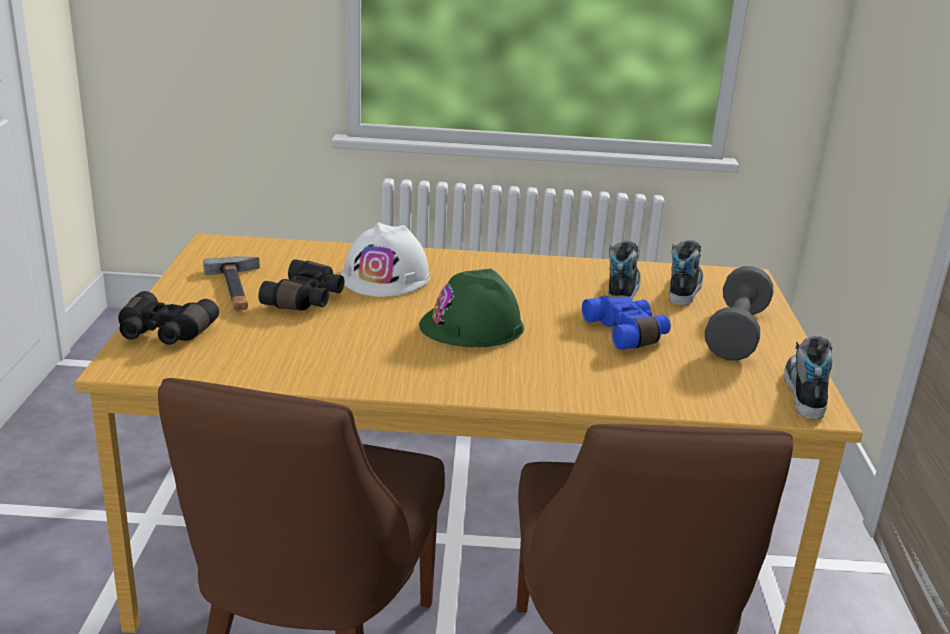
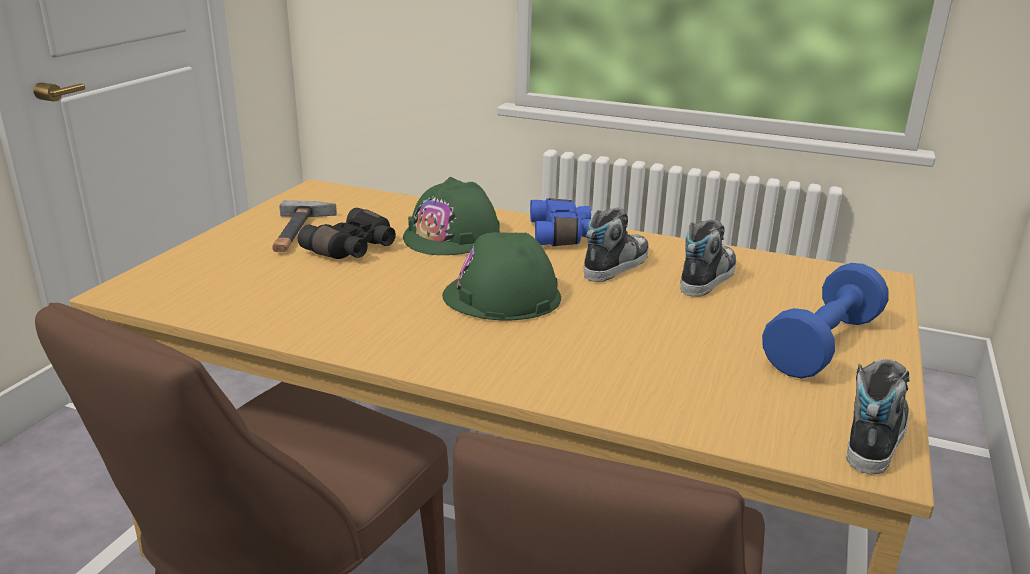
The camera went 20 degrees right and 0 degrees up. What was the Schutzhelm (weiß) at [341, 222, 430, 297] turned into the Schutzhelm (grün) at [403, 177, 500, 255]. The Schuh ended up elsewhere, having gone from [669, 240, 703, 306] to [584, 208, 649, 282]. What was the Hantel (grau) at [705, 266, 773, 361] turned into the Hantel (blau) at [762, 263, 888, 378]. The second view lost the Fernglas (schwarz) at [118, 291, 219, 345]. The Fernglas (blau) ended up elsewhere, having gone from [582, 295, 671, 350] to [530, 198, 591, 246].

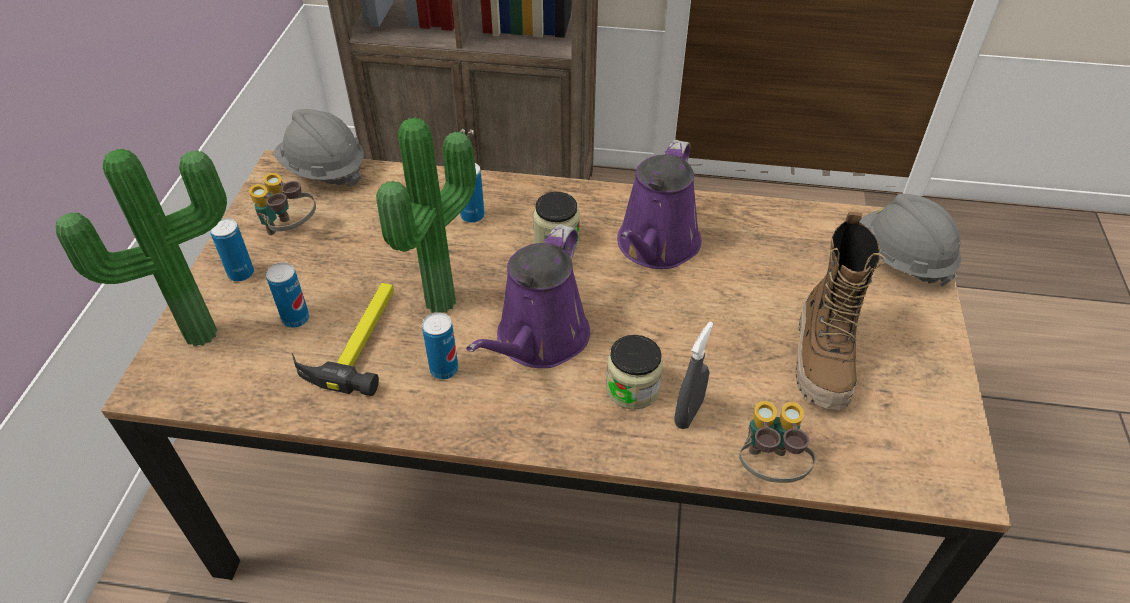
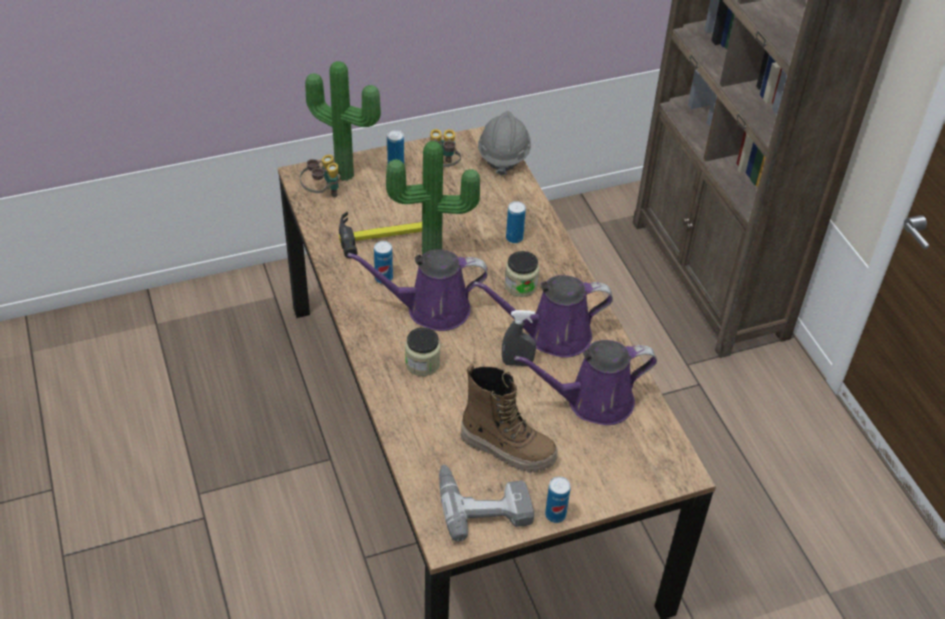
The camera went 60 degrees right and 0 degrees up. The second view lost the Schutzhelm (grau) at [860, 194, 961, 287]. The Stiefel at [796, 212, 884, 410] ended up facing another way, 135 degrees counterclockwise from before. The Dose ended up elsewhere, having gone from [266, 263, 309, 328] to [545, 476, 571, 523]. The Sprühflasche (grau) ended up elsewhere, having gone from [674, 322, 713, 429] to [502, 310, 536, 366]. The Fernglas ended up elsewhere, having gone from [739, 401, 816, 483] to [300, 155, 341, 197]. The second view gained the Gießkanne (lila) at [514, 340, 657, 425]. The second view gained the Bohrmaschine at [439, 464, 534, 542].

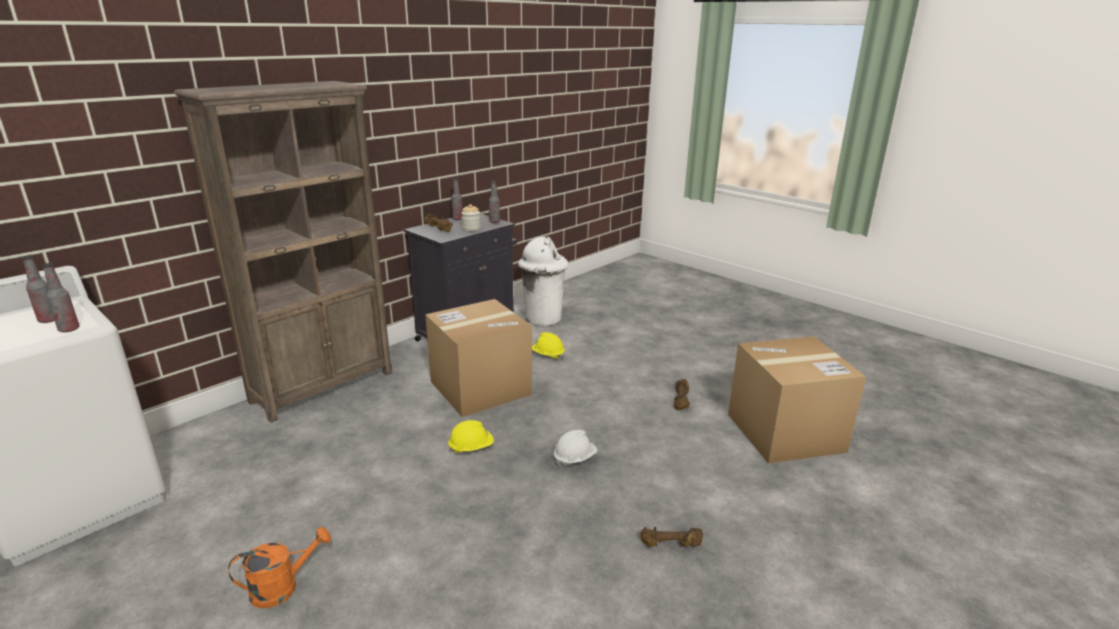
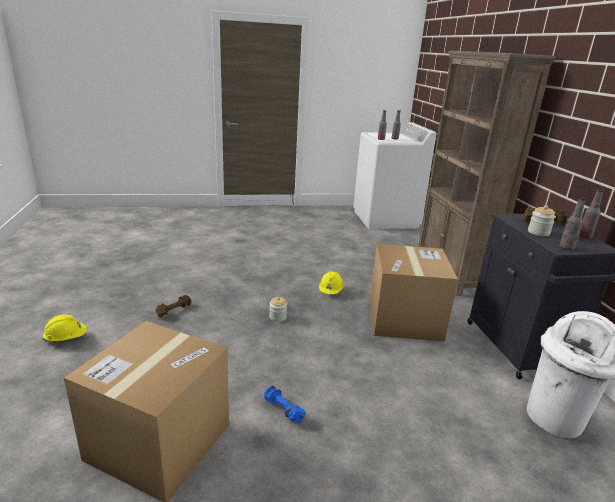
The camera went 125 degrees right and 0 degrees up. The Schutzhelm (gelb) ended up elsewhere, having gone from [532, 332, 565, 359] to [43, 314, 87, 342]. What was the Hantel (braun) at [674, 379, 690, 410] turned into the Hantel (blau) at [264, 386, 306, 423]. Where the Schutzhelm (weiß) stood at [553, 430, 598, 467], the Vorratsglas came to stand at [269, 297, 287, 322]. The second view lost the Gießkanne (orange) at [228, 527, 331, 608].

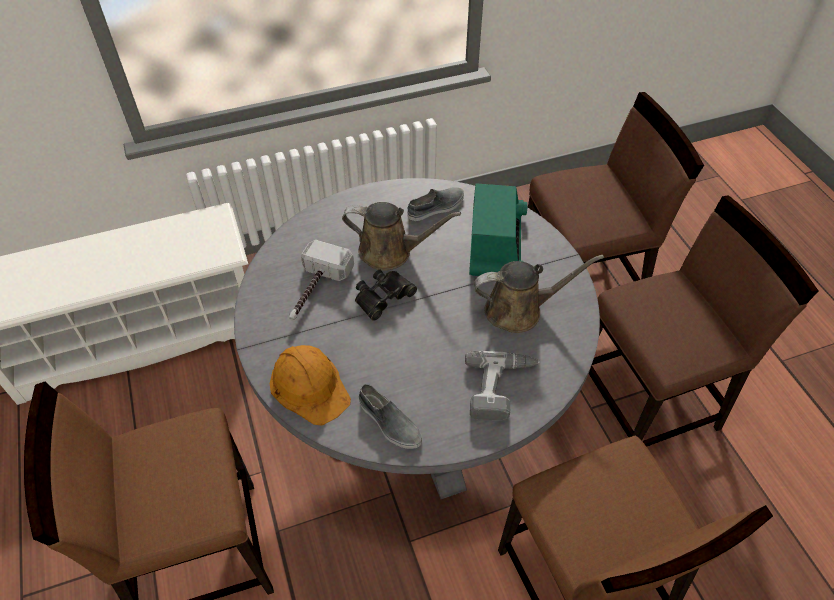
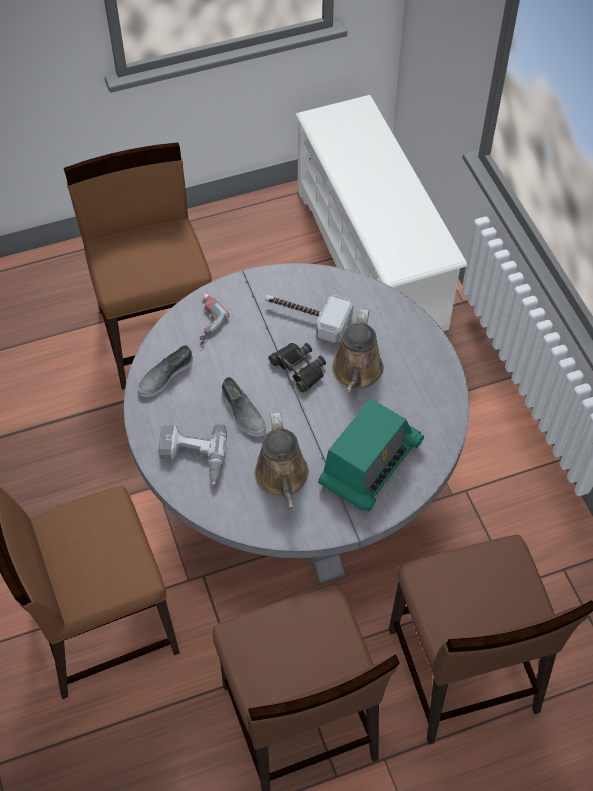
The camera went 90 degrees right and 5 degrees up. The Radio at [469, 183, 528, 276] ended up facing another way, 60 degrees counterclockwise from before. The Schuh (grau) ended up elsewhere, having gone from [407, 187, 464, 221] to [222, 377, 266, 437]. Where the Schutzhelm (orange) stood at [270, 345, 351, 426], the Bohrmaschine came to stand at [200, 293, 230, 345].

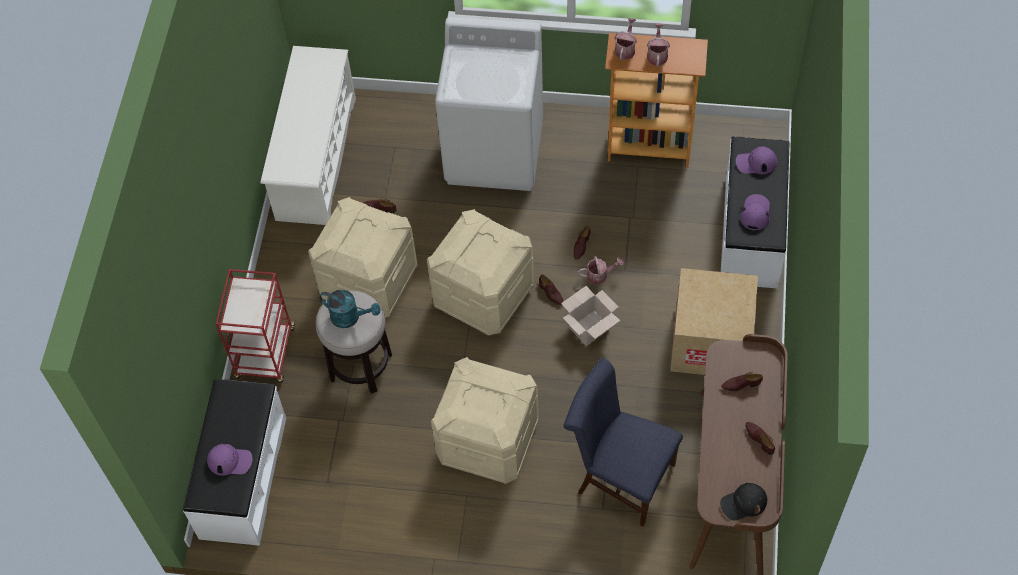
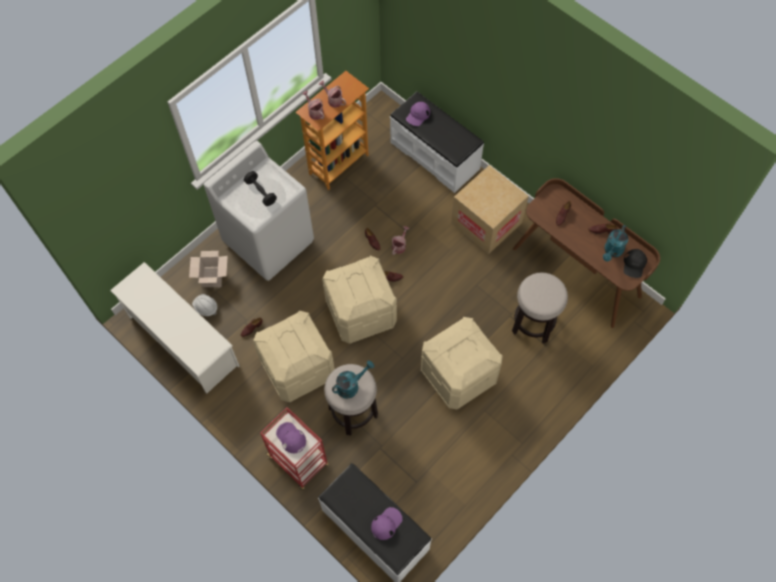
The camera went 55 degrees left and 5 degrees up. The Kappe (lila) ended up elsewhere, having gone from [740, 194, 770, 231] to [276, 422, 306, 453]. The Karton ended up elsewhere, having gone from [561, 286, 620, 346] to [189, 251, 228, 287]. Where the Stuhl (blau) stood at [564, 357, 683, 527], the Hocker came to stand at [512, 273, 568, 344]. The second view gained the Hantel (schwarz) at [244, 171, 277, 206]. The second view gained the Gießkanne (türkis) at [603, 225, 628, 261]. The second view gained the Schutzhelm (weiß) at [192, 294, 217, 316].

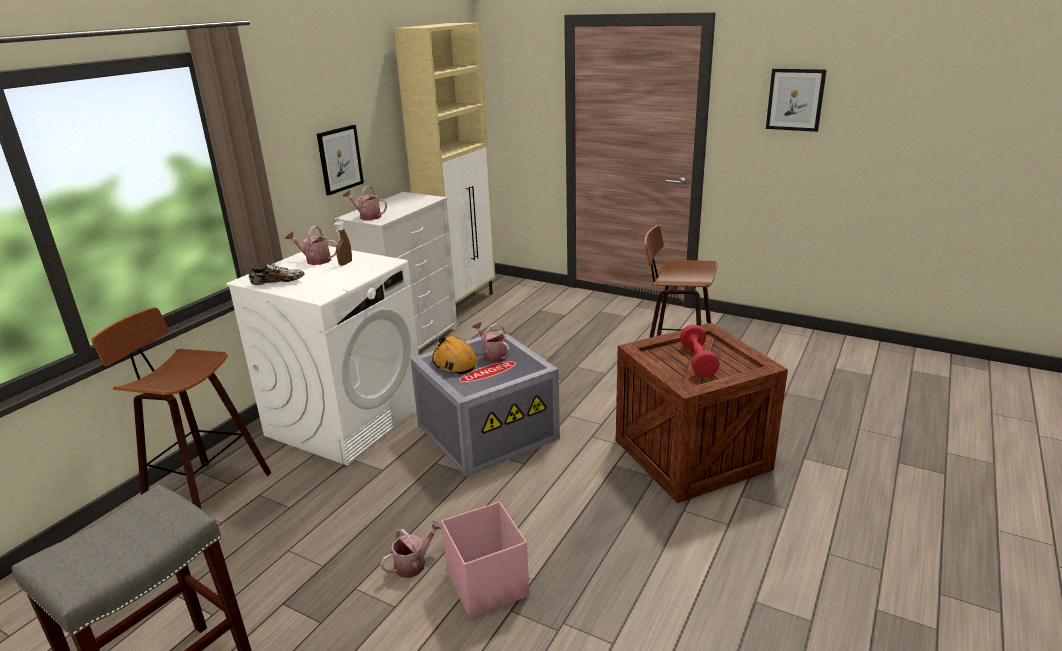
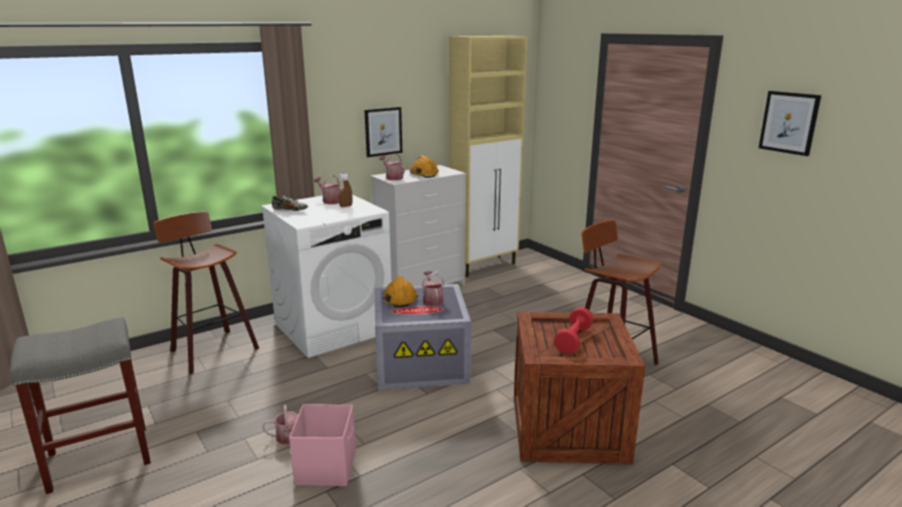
The camera went 25 degrees right and 5 degrees down. The second view gained the Schutzhelm (orange) at [410, 156, 439, 178].

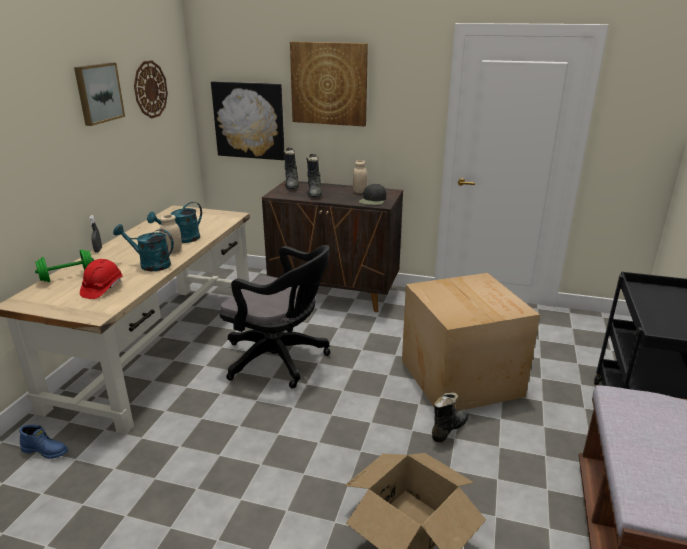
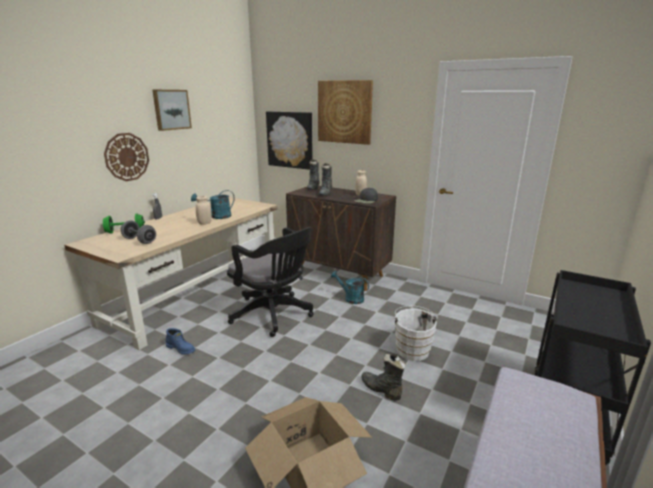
The camera went 15 degrees right and 5 degrees down. The Wanduhr ended up elsewhere, having gone from [134, 60, 168, 118] to [104, 133, 149, 181]. The Gießkanne (türkis) ended up elsewhere, having gone from [113, 224, 174, 271] to [331, 271, 369, 304]. Where the Schutzhelm (rot) stood at [80, 259, 122, 299], the Hantel (grau) came to stand at [121, 220, 156, 244]. Where the Karton stood at [402, 273, 540, 411], the Eimer (weiß) came to stand at [393, 305, 438, 361]. The Stiefel (schwarz) at [432, 392, 469, 442] ended up facing another way, 105 degrees counterclockwise from before. The Stiefel (blau) ended up elsewhere, having gone from [19, 425, 68, 459] to [166, 328, 195, 354].

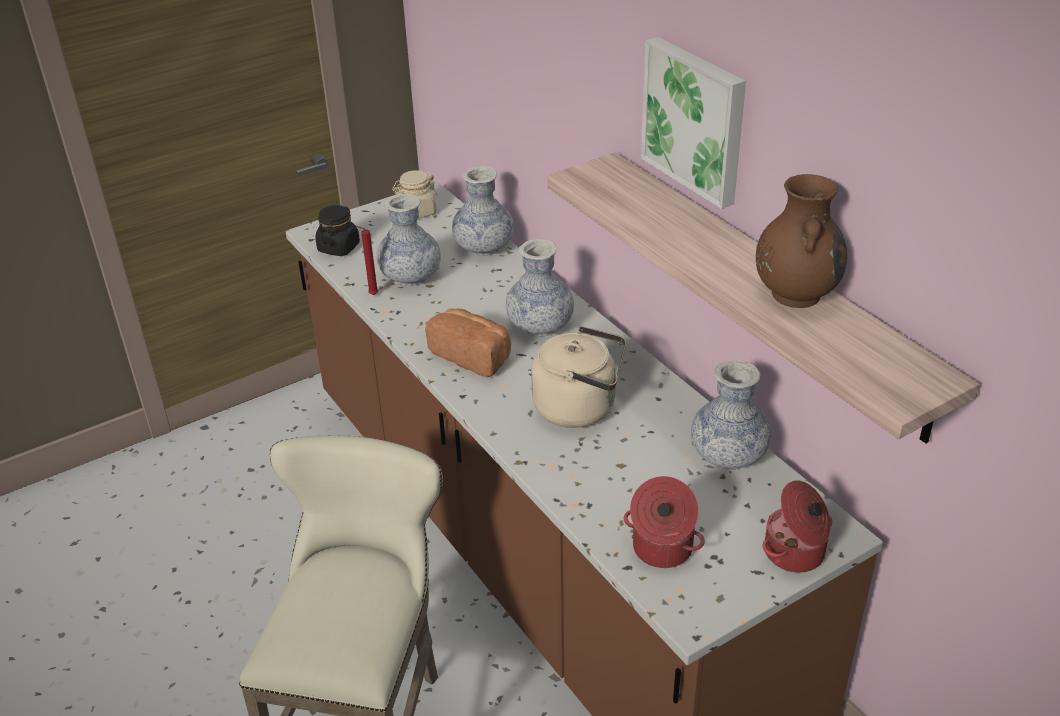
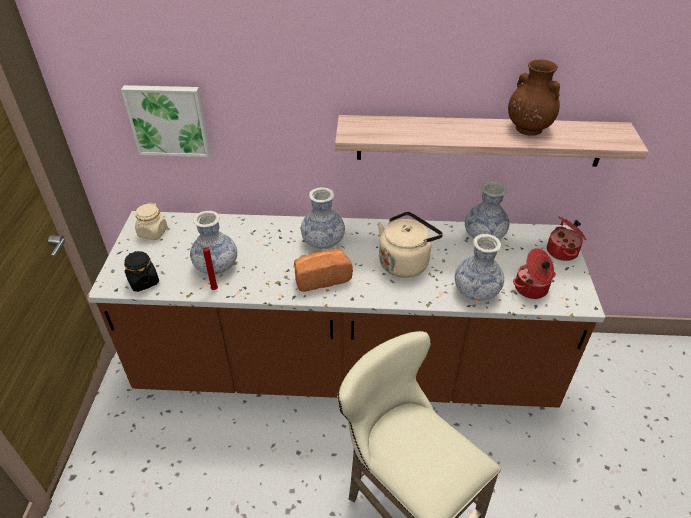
The camera went 55 degrees left and 5 degrees up. The Bild ended up elsewhere, having gone from [641, 37, 746, 209] to [121, 85, 210, 157]. The Vase ended up elsewhere, having gone from [452, 166, 514, 256] to [455, 234, 504, 300].

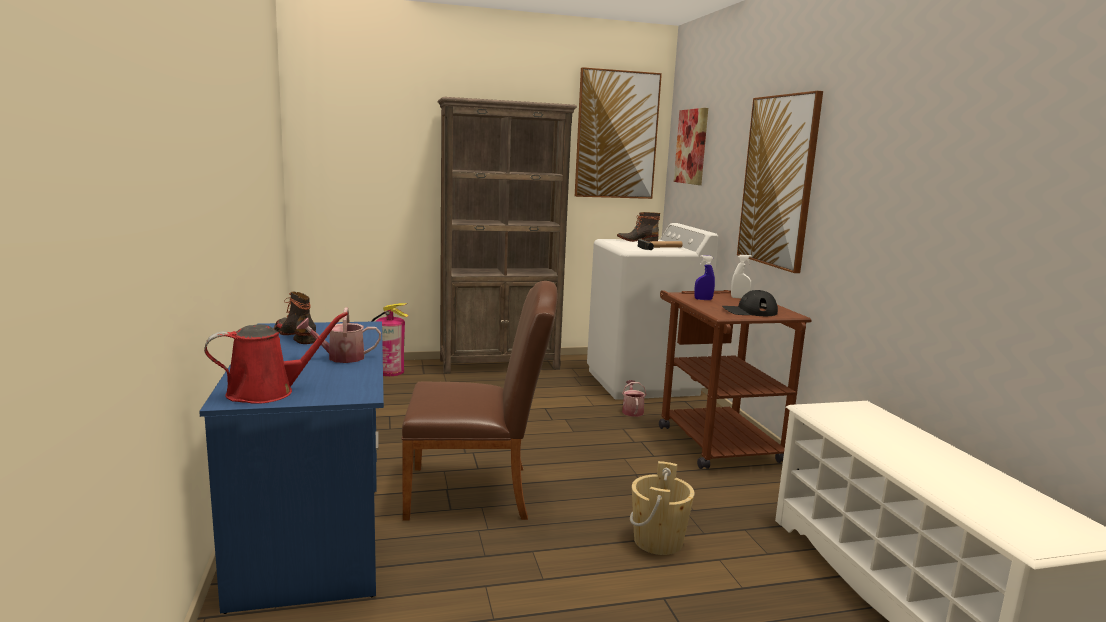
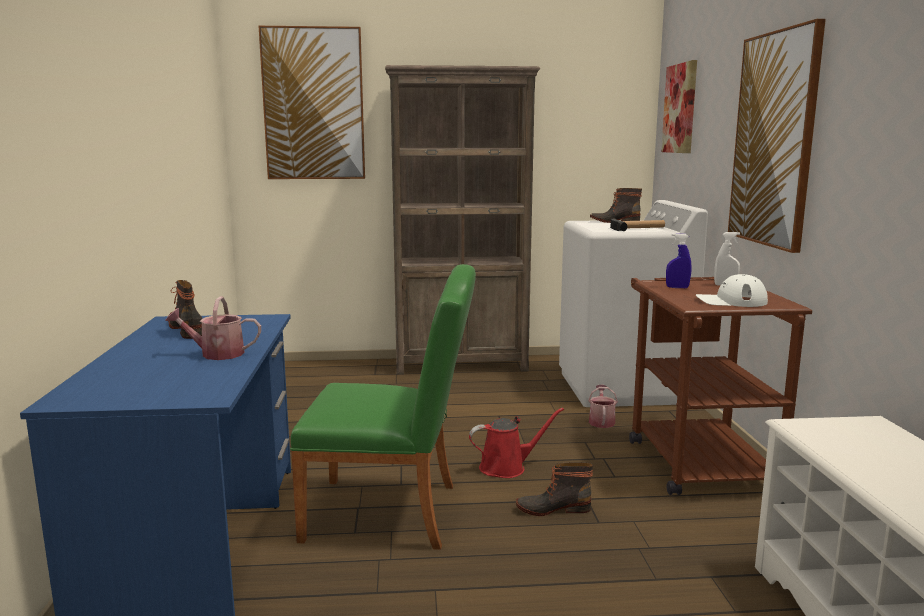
The camera went 10 degrees right and 0 degrees up. The Bild ended up elsewhere, having gone from [575, 67, 662, 199] to [259, 26, 365, 179]. What was the Stuhl (braun) at [401, 281, 557, 520] turned into the Stuhl (grün) at [290, 264, 476, 550]. What was the Kappe (schwarz) at [722, 290, 778, 316] turned into the Kappe (weiß) at [696, 274, 768, 307]. The second view lost the Feuerlöscher at [371, 303, 409, 376]. The Gießkanne (rot) ended up elsewhere, having gone from [204, 312, 348, 404] to [469, 408, 564, 478]. The second view lost the Eimer (beige) at [630, 461, 695, 555]. The second view gained the Stiefel at [516, 462, 593, 516].

